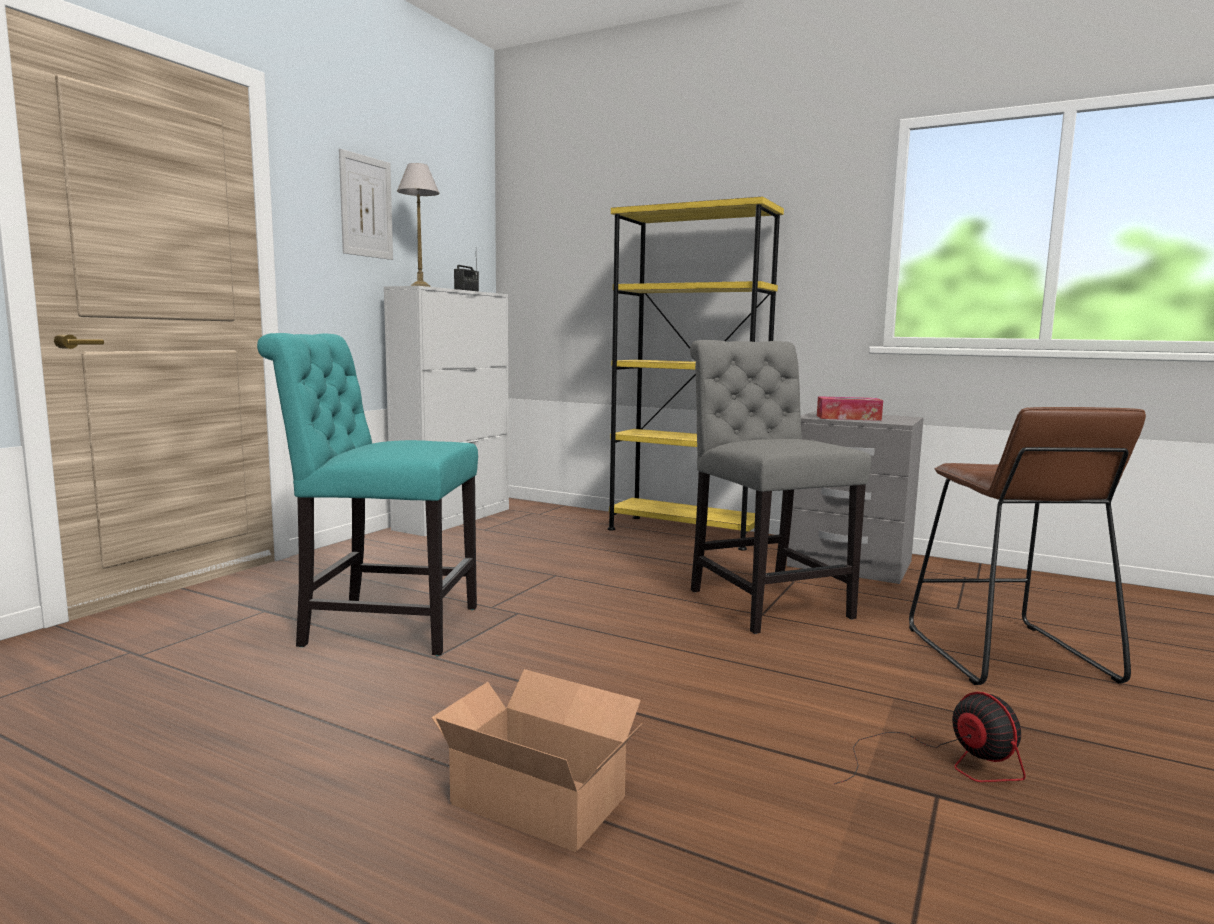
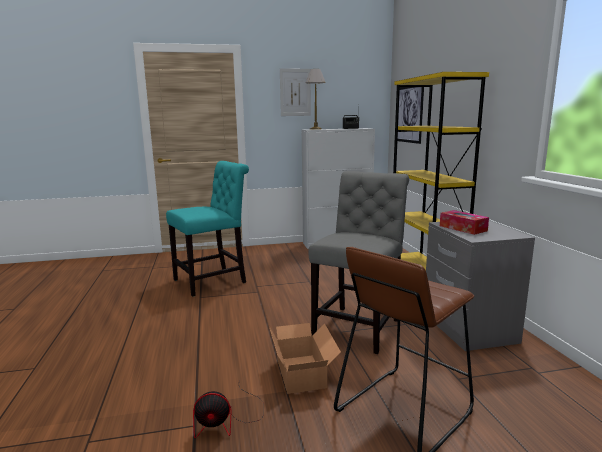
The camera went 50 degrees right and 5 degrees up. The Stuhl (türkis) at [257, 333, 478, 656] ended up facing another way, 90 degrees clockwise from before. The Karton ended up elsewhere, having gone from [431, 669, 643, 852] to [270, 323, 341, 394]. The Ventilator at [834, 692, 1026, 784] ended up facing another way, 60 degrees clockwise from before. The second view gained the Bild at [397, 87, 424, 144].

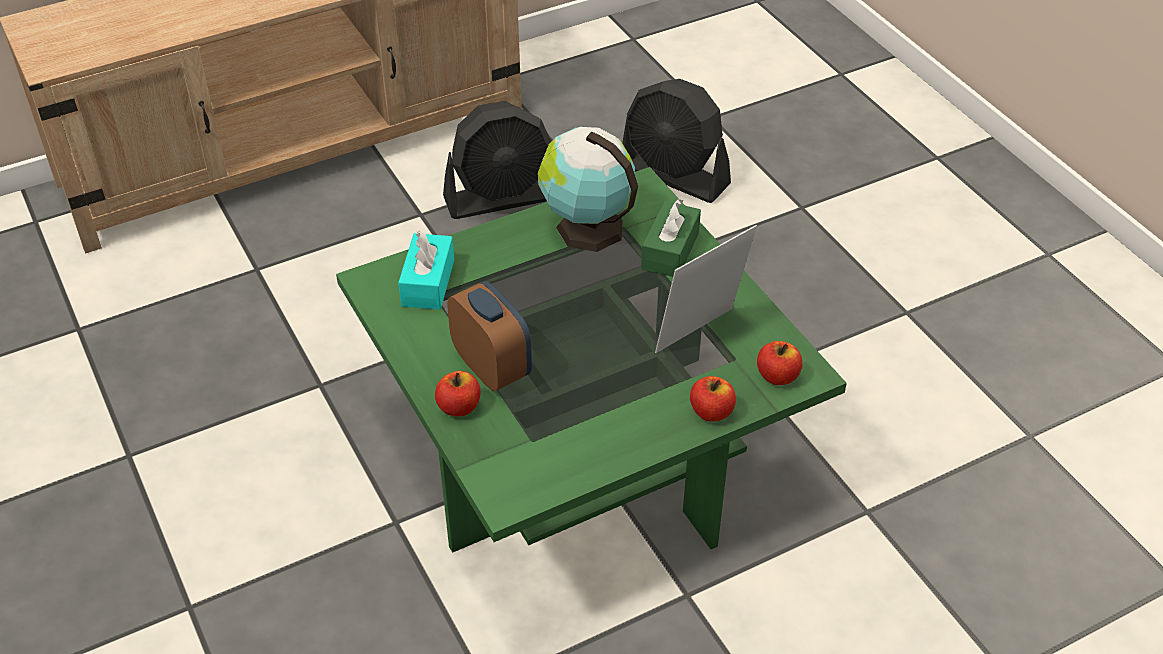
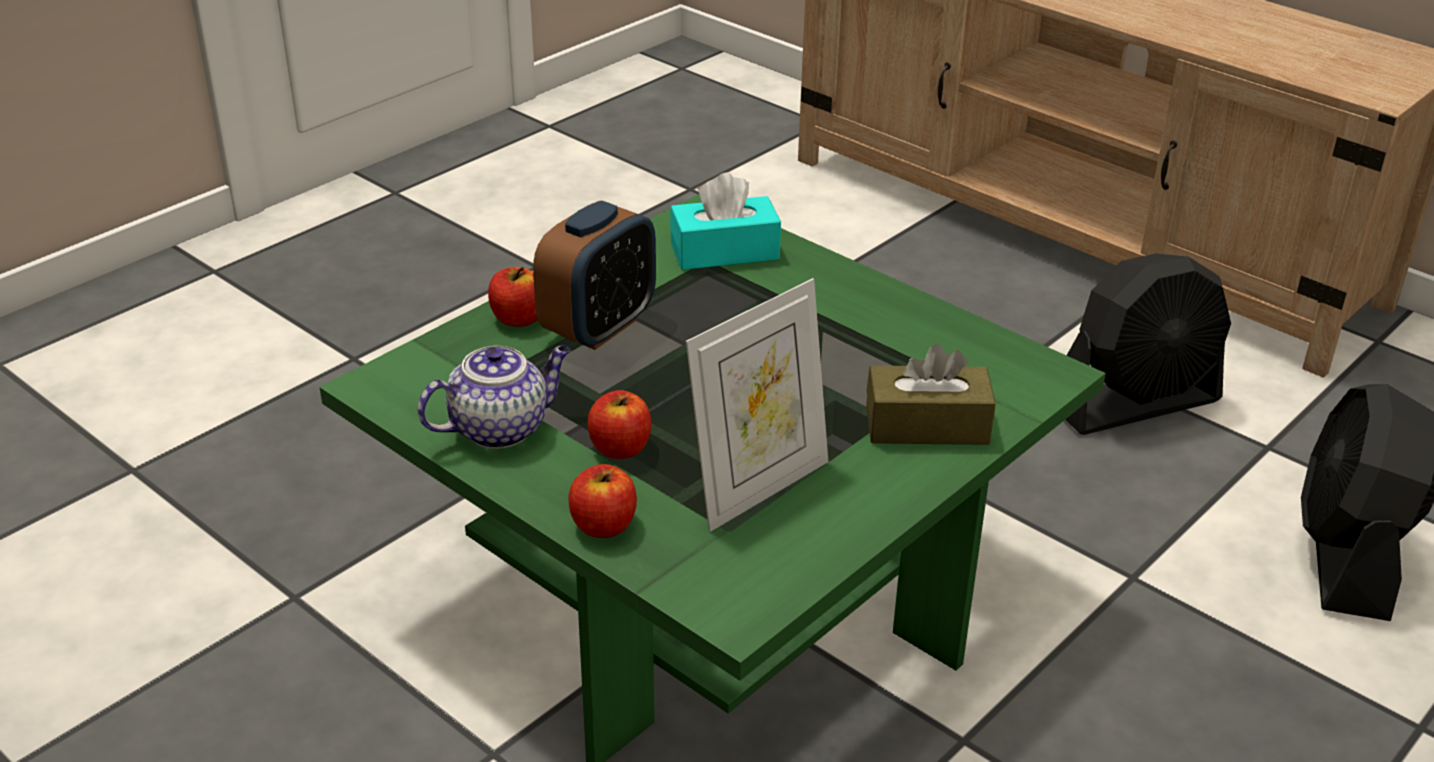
The camera went 70 degrees right and 10 degrees down. The Ventilator (schwarz) at [443, 101, 552, 219] ended up facing another way, 75 degrees counterclockwise from before. The second view lost the Globus at [537, 127, 638, 252]. What was the Taschentuchbox (grün) at [641, 199, 701, 277] turned into the Taschentuchbox (braun) at [866, 344, 996, 445]. The Bilderrahmen at [655, 225, 757, 353] ended up facing another way, 105 degrees clockwise from before. The Apfel ended up elsewhere, having gone from [757, 341, 803, 385] to [588, 390, 652, 459]. The second view gained the Teekanne at [417, 346, 571, 449].

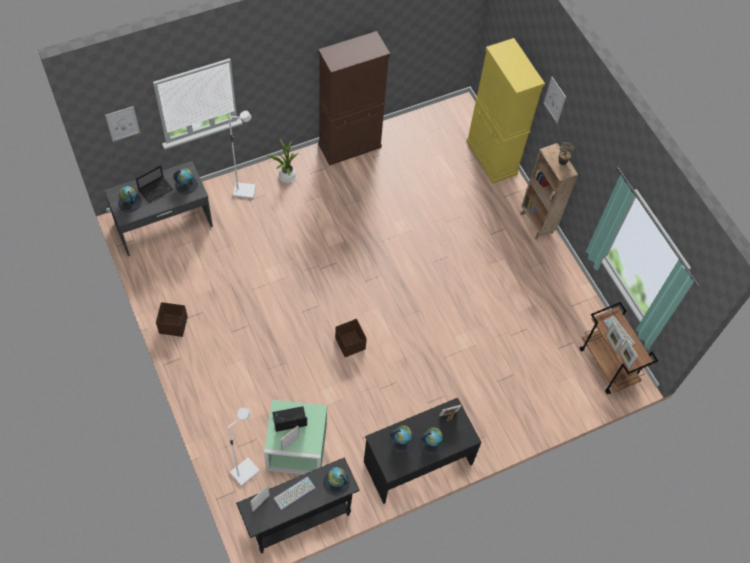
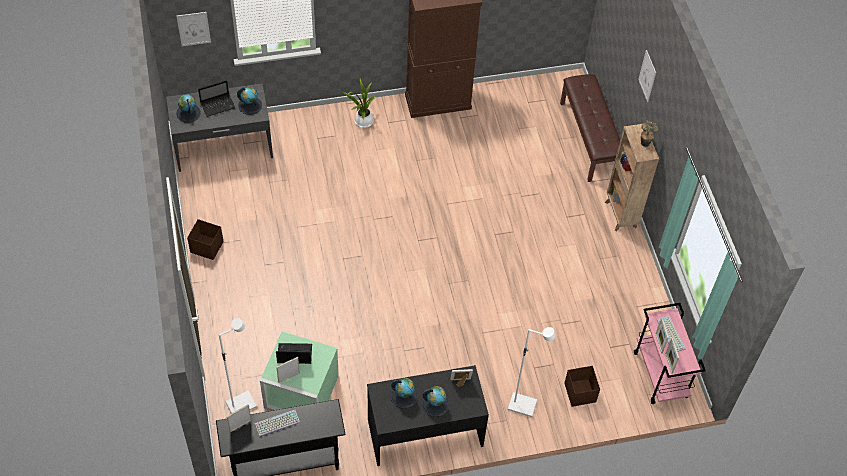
The camera went 15 degrees right and 5 degrees down. Where the Schrank (gelb) stood at [467, 38, 545, 184], the Bank (braun) came to stand at [560, 74, 620, 182]. The Stehlampe (weiß) ended up elsewhere, having gone from [228, 111, 256, 199] to [508, 327, 556, 417]. What was the Rollwagen (braun) at [580, 302, 658, 394] turned into the Rollwagen (rosa) at [634, 303, 706, 404]. The Aufbewahrungsbox (braun) ended up elsewhere, having gone from [335, 319, 367, 357] to [564, 366, 600, 407]. The second view lost the Globus at [323, 467, 350, 495].

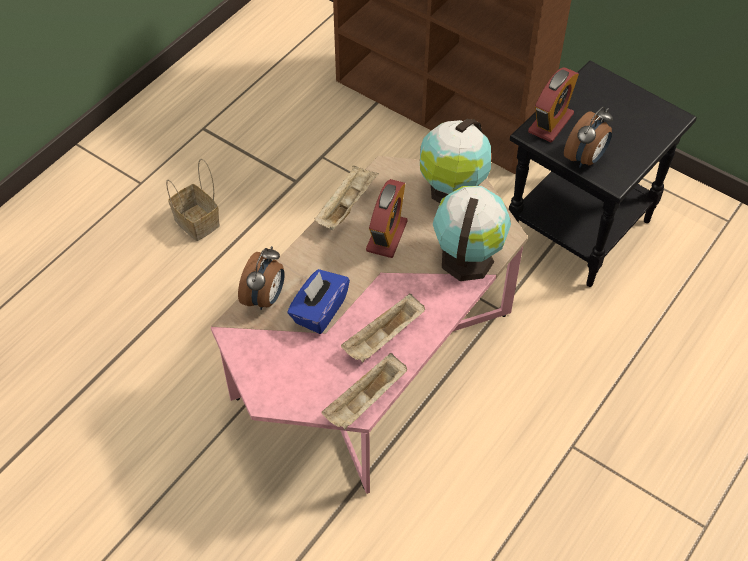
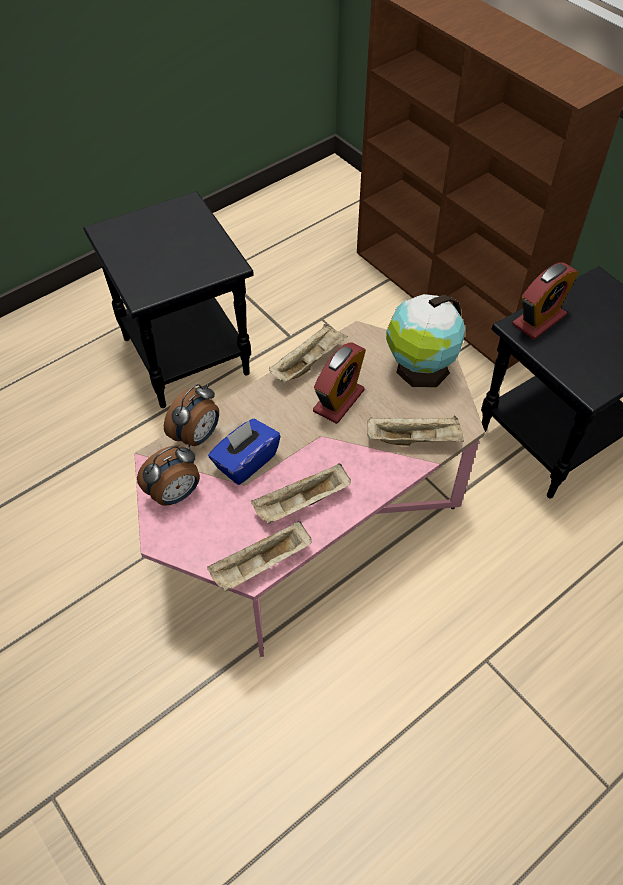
The camera went 15 degrees right and 0 degrees up. The Wecker ended up elsewhere, having gone from [564, 107, 613, 168] to [137, 446, 200, 506]. Where the Korb stood at [166, 158, 220, 241], the Beistelltisch (schwarz) came to stand at [83, 191, 254, 408]. Where the Globus stood at [433, 186, 511, 281], the Tablett (beige) came to stand at [367, 416, 464, 446].

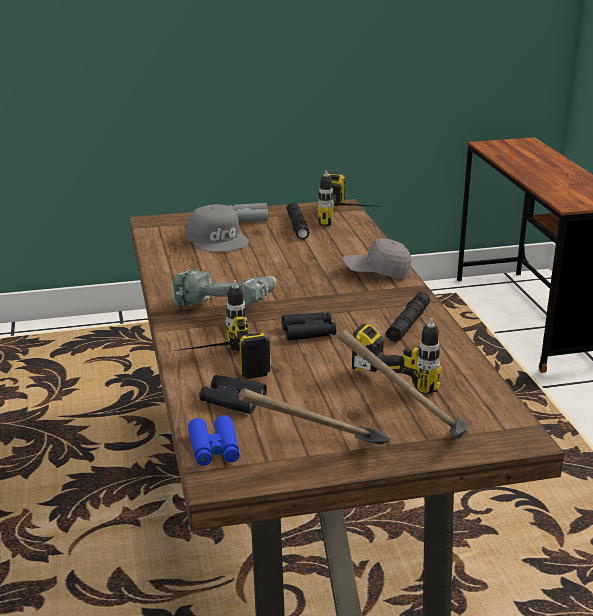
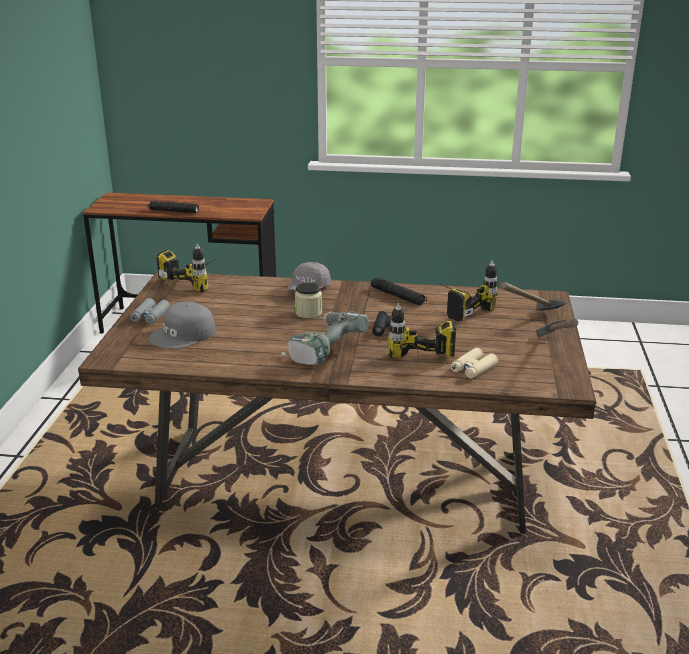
The camera went 70 degrees left and 0 degrees up. The Taschenlampe (schwarz) ended up elsewhere, having gone from [287, 202, 309, 240] to [149, 201, 199, 213]. The Kappe (grau) at [187, 204, 249, 252] ended up facing another way, 150 degrees clockwise from before. What was the Fernglas (schwarz) at [199, 375, 267, 414] turned into the Fernglas (beige) at [450, 348, 498, 379]. The second view lost the Fernglas (blau) at [188, 415, 240, 466]. The second view gained the Vorratsglas at [295, 282, 322, 318].

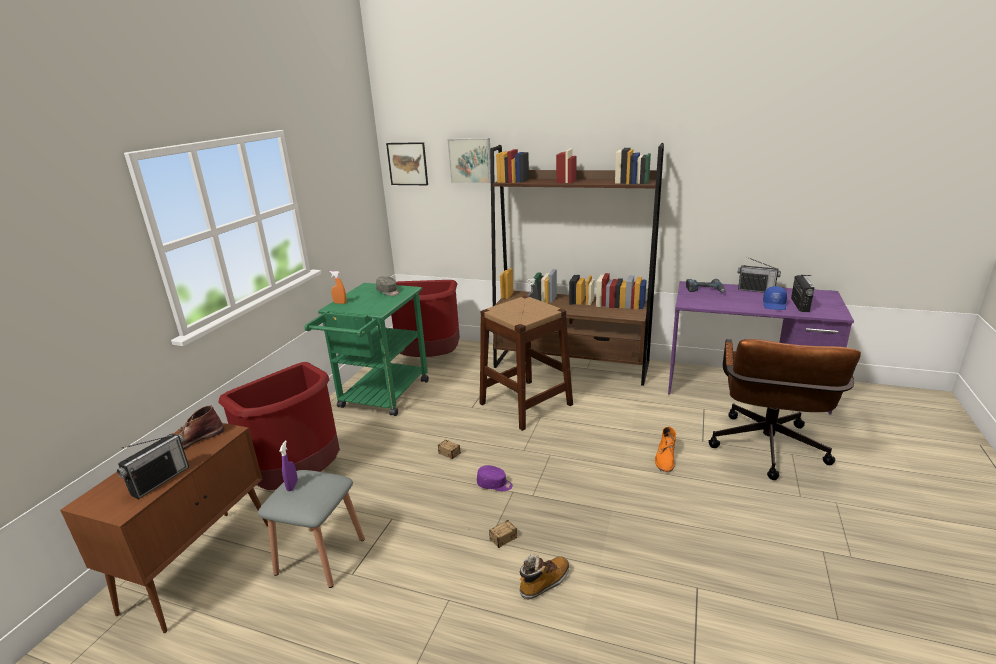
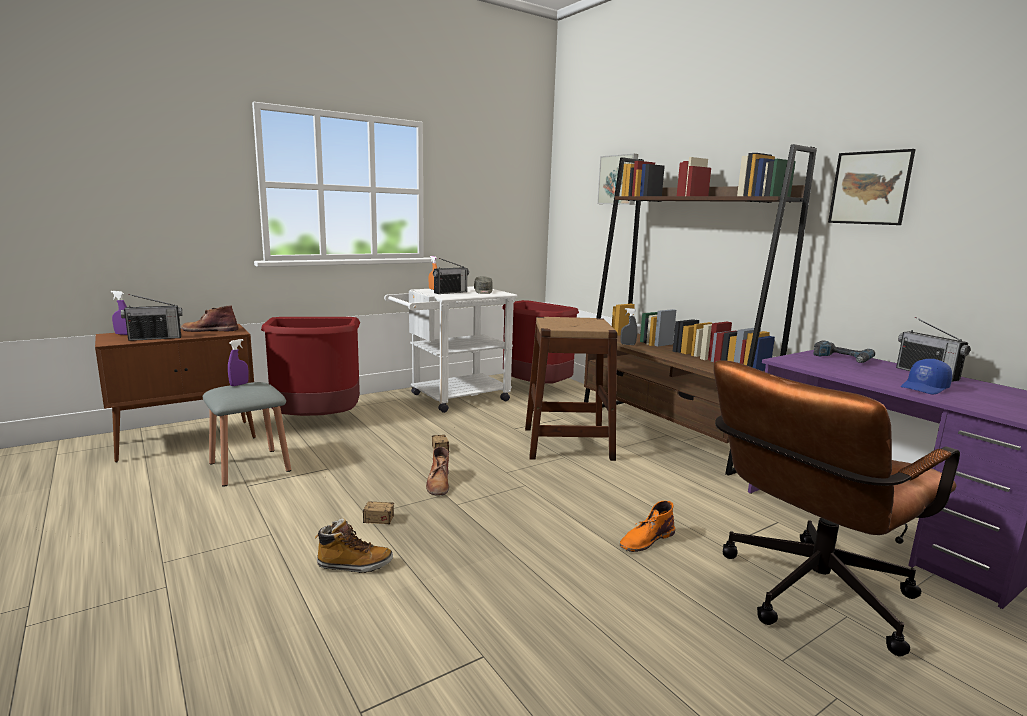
The camera went 35 degrees right and 10 degrees down. The Bild ended up elsewhere, having gone from [386, 142, 428, 185] to [828, 149, 916, 225]. The Radio ended up elsewhere, having gone from [791, 274, 815, 312] to [433, 258, 469, 294]. What was the Rollwagen (grün) at [305, 283, 429, 416] turned into the Rollwagen (weiß) at [384, 286, 518, 413]. Where the Kappe (lila) stood at [477, 465, 513, 491], the Stiefel (braun) came to stand at [426, 447, 449, 496]. The second view gained the Sprühflasche (lila) at [111, 291, 127, 335].

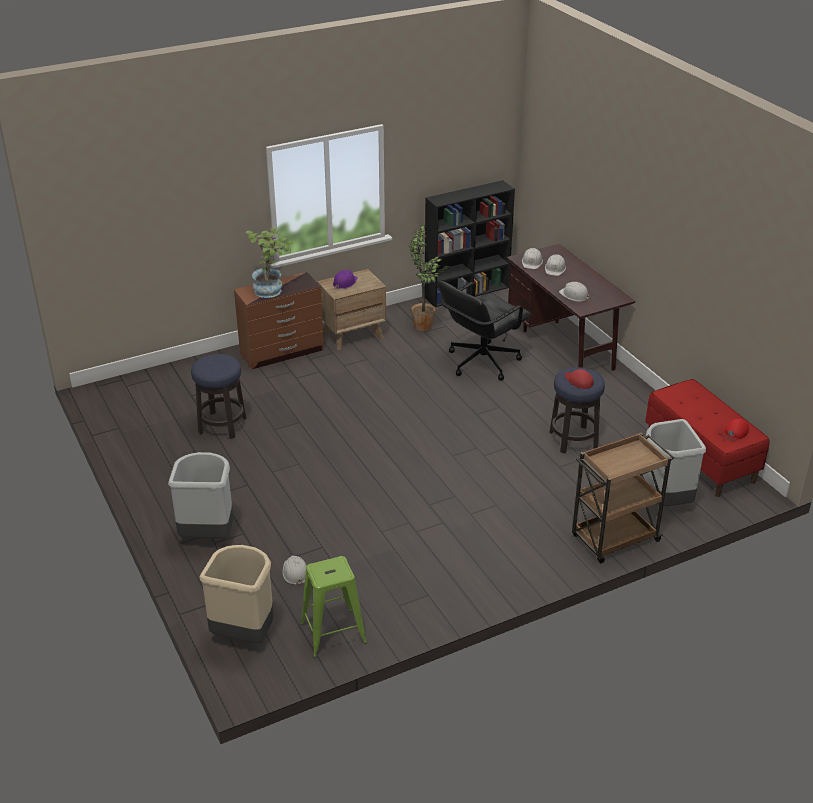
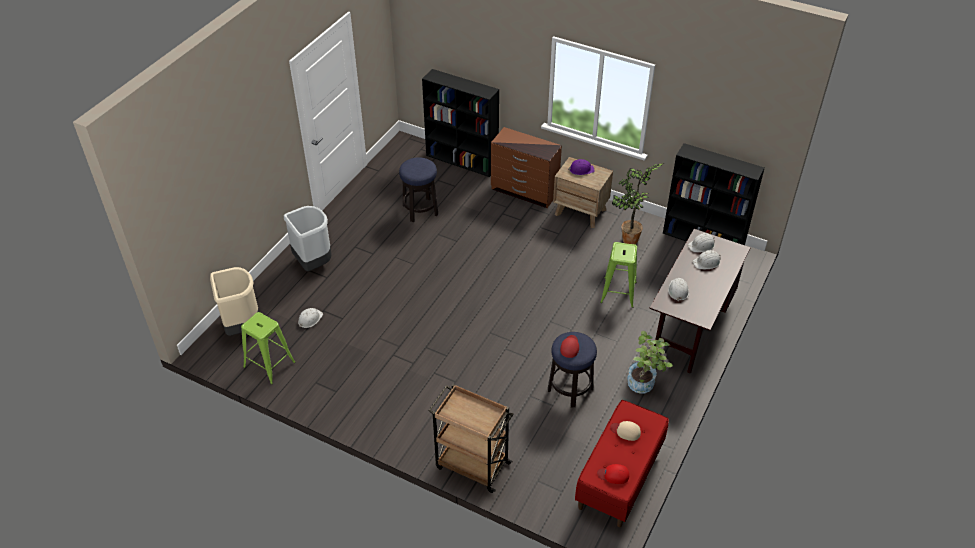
The camera went 55 degrees right and 10 degrees up. The Topfpflanze ended up elsewhere, having gone from [246, 228, 295, 298] to [627, 331, 673, 393]. Where the Bürostuhl (schwarz) stood at [437, 281, 532, 381], the Hocker (grün) came to stand at [600, 242, 637, 308]. The second view lost the Mülleimer (grau) at [642, 419, 706, 506]. The second view gained the Bücherregal (schwarz) at [422, 69, 499, 177]. The second view gained the Kappe (beige) at [610, 421, 641, 441].

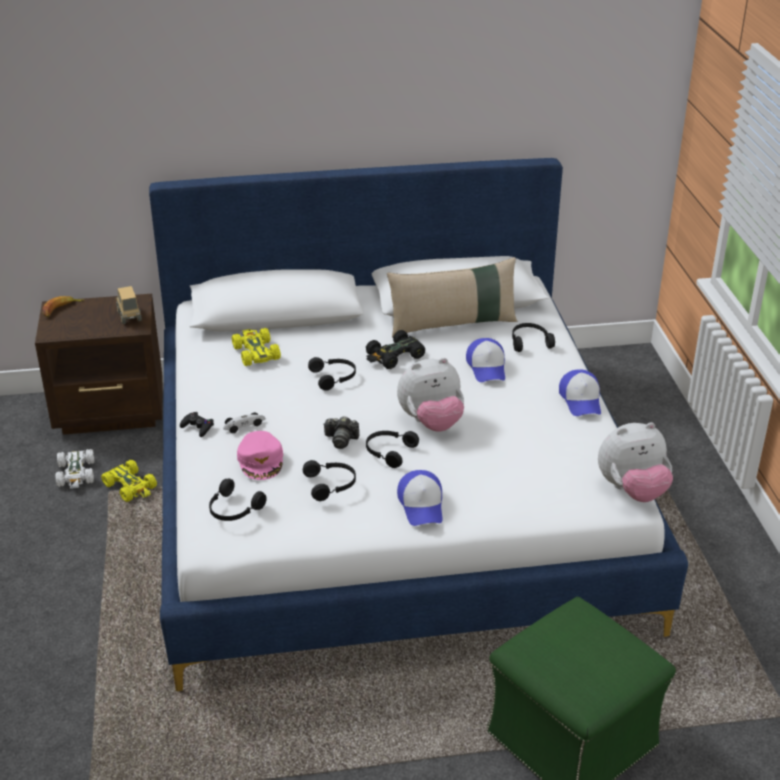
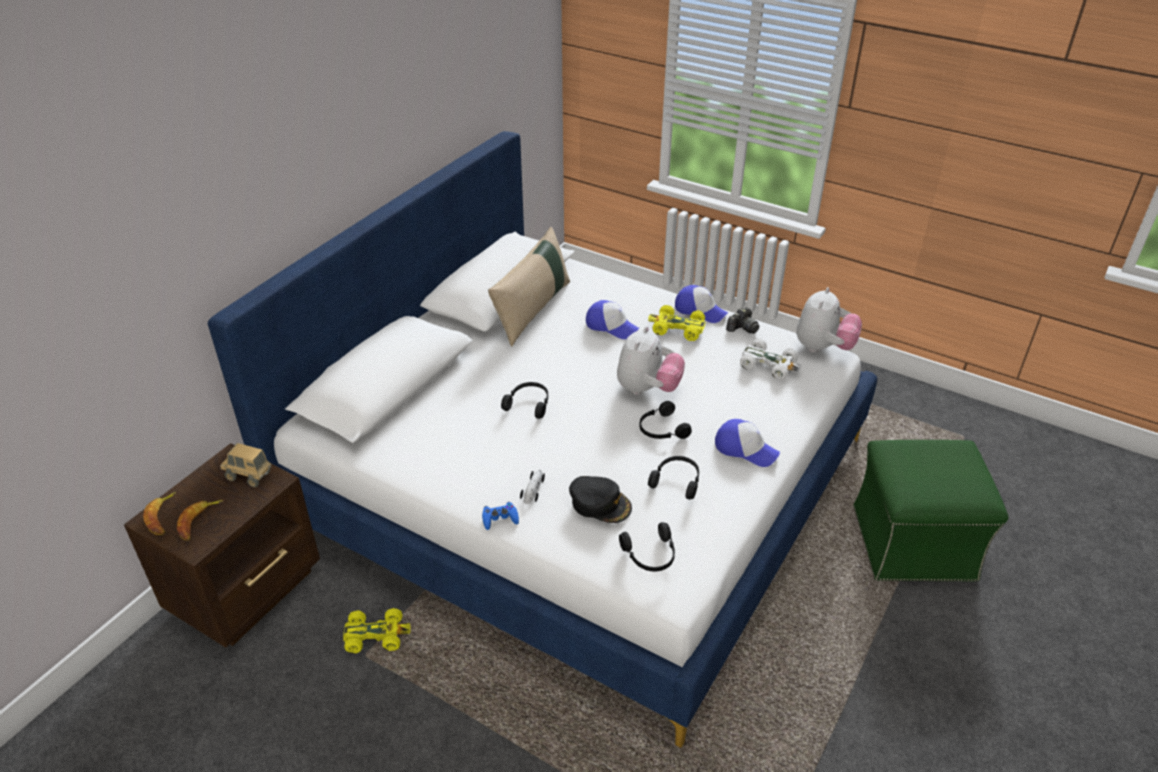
The camera went 50 degrees left and 5 degrees up. The second view lost the Kopfhörer (schwarz) at [512, 323, 555, 352]. The Spielzeugauto (gelb) ended up elsewhere, having gone from [232, 328, 281, 366] to [648, 305, 706, 341]. The second view lost the Spielzeugauto (schwarz) at [366, 330, 425, 369]. What was the Gamepad (schwarz) at [180, 412, 214, 437] turned into the Gamepad (blau) at [482, 502, 519, 530]. The Kamera ended up elsewhere, having gone from [324, 416, 359, 449] to [726, 307, 759, 334]. What was the Kappe (rosa) at [237, 431, 283, 480] turned into the Kappe (schwarz) at [569, 476, 632, 523]. The Spielzeugauto (weiß) ended up elsewhere, having gone from [55, 449, 94, 489] to [740, 339, 802, 380]. The second view gained the Banane at [177, 500, 223, 541].

